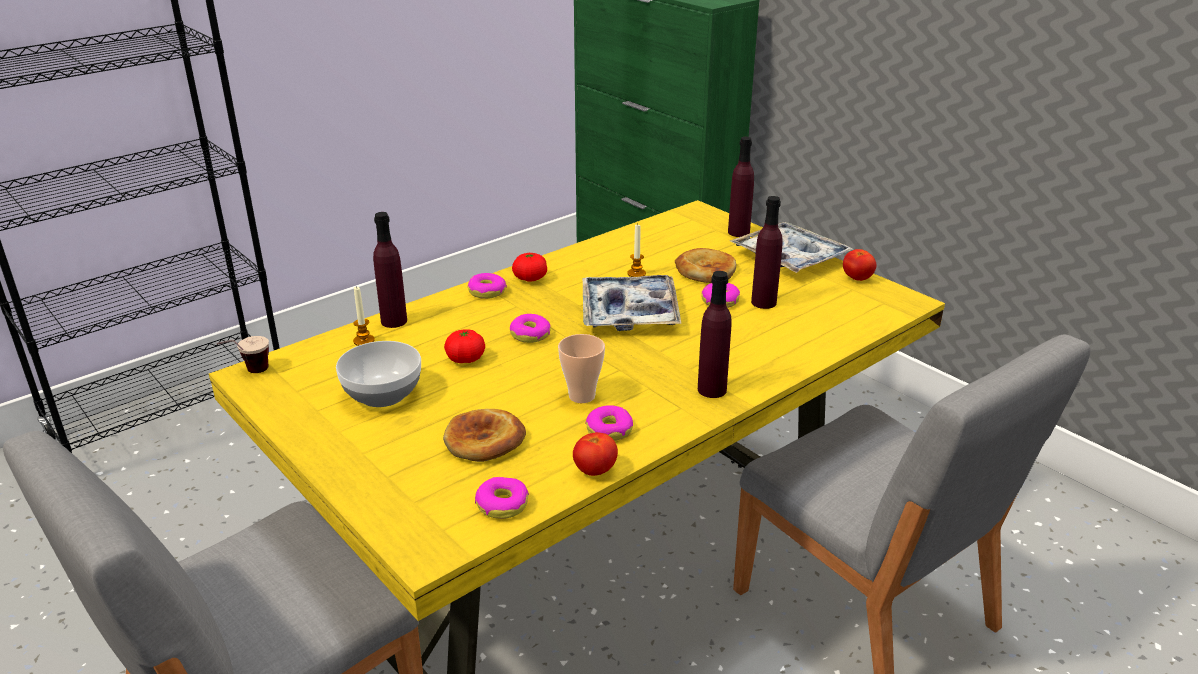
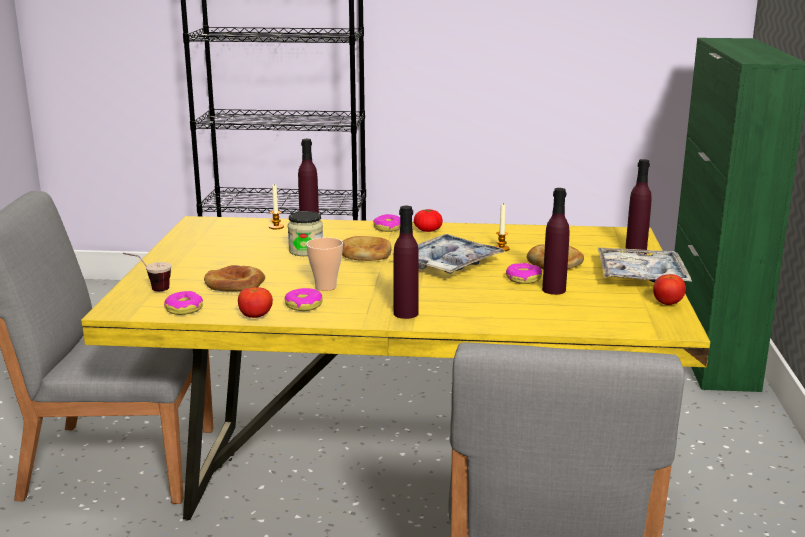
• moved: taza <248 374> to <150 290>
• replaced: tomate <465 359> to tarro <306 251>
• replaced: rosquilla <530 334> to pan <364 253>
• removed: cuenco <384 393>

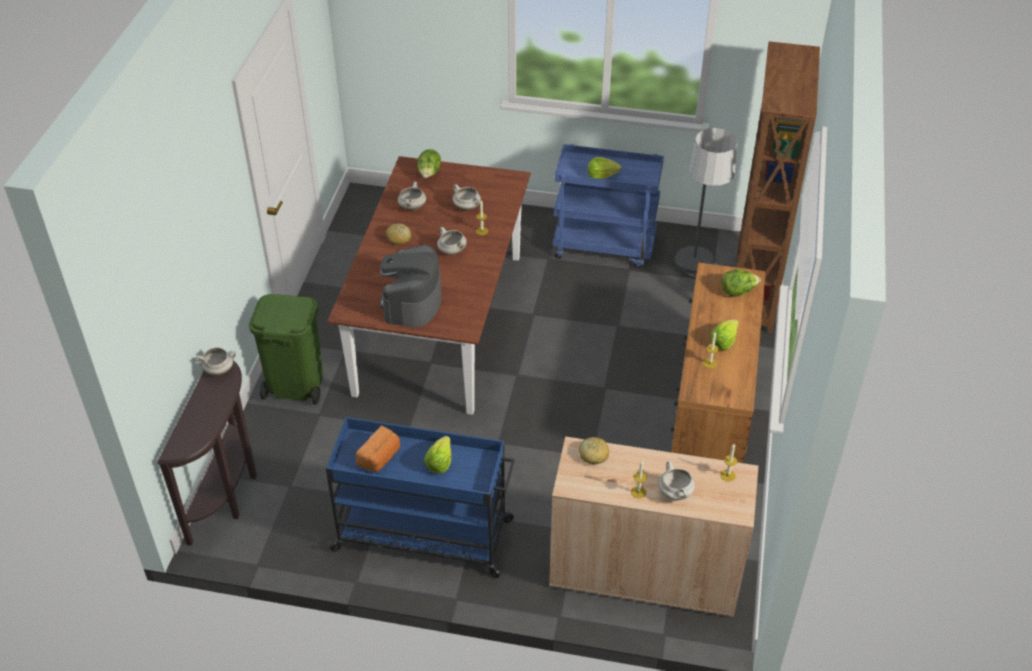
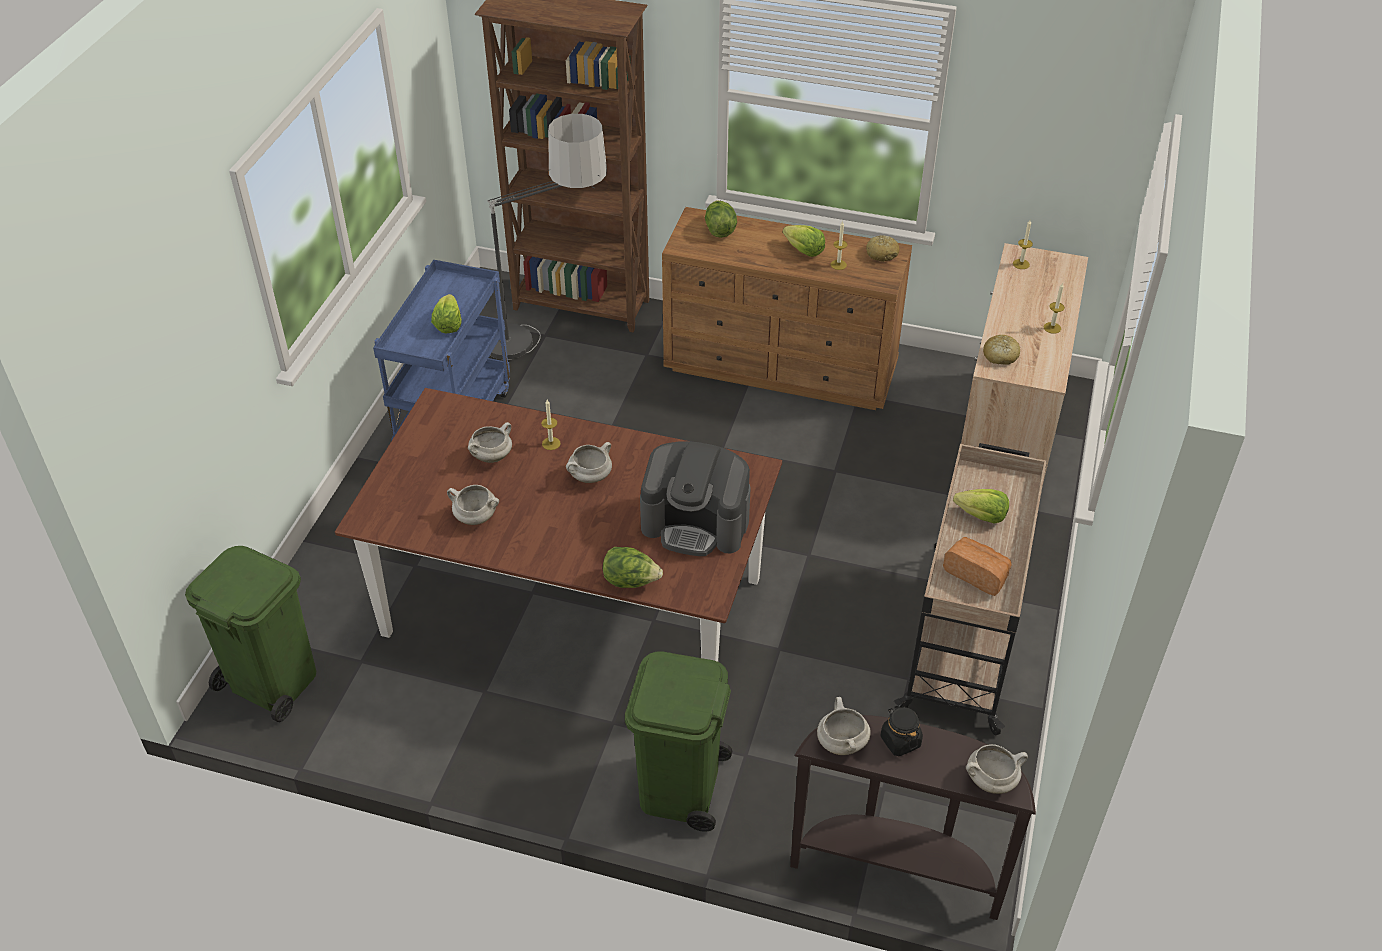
• added: papelera [verde] <271 680>
• moved: lechuga <429 174> to <631 581>
• moved: pan <399 238> to <882 254>
• added: tarro [negro] <900 741>
• recoloured: carrito [azul] <425 535> to carrito [beis] <964 635>
• moved: olla [blanco] <676 493> to <991 780>

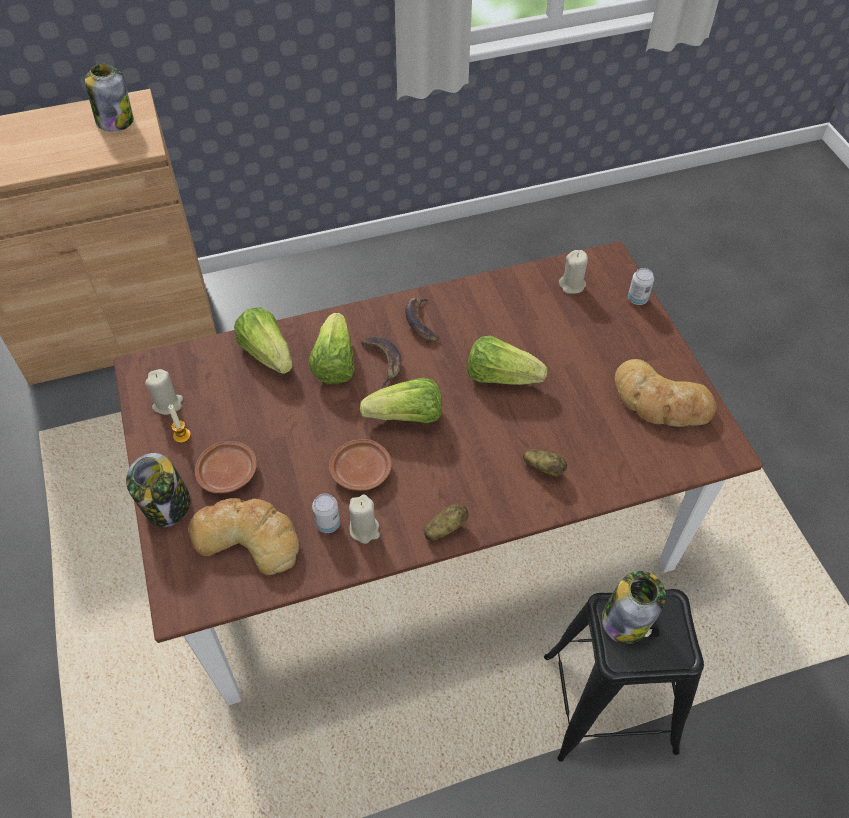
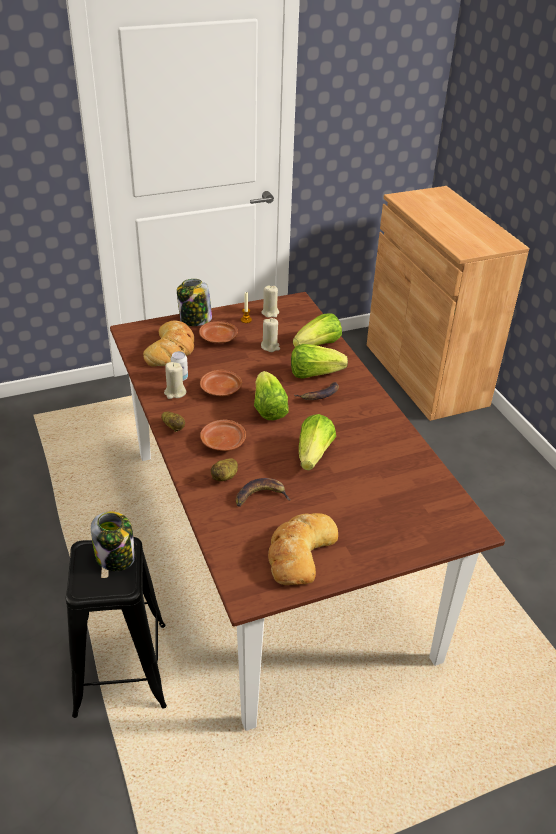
• added: plato [marrón] <223 441>
• moved: plátano <421 322> to <261 496>
• moved: vela [beis] <572 285> to <270 346>
• removed: tarro <115 120>
• removed: lata <637 299>

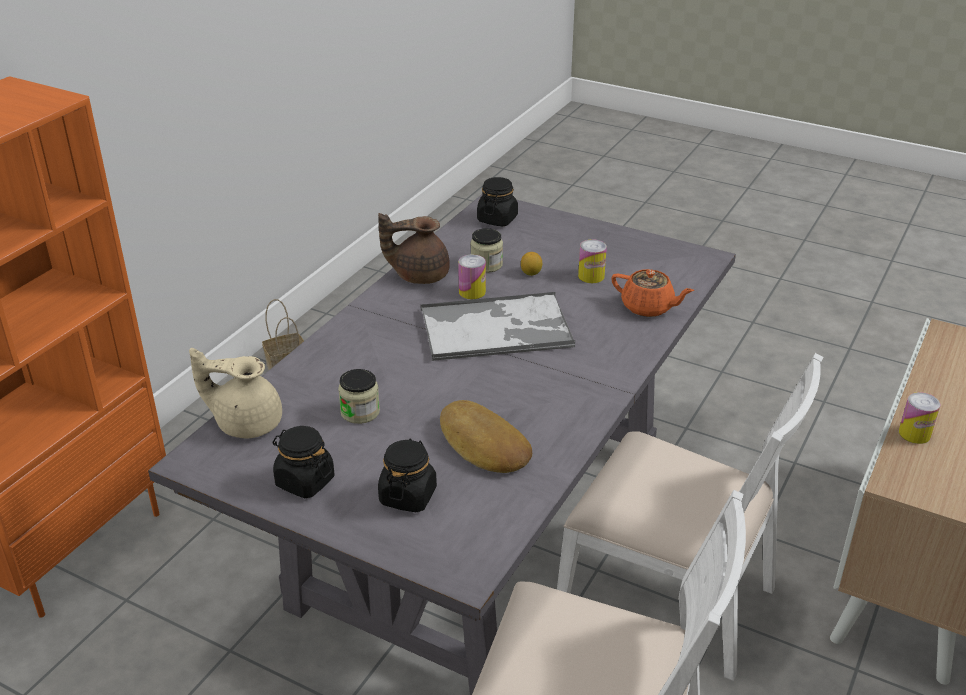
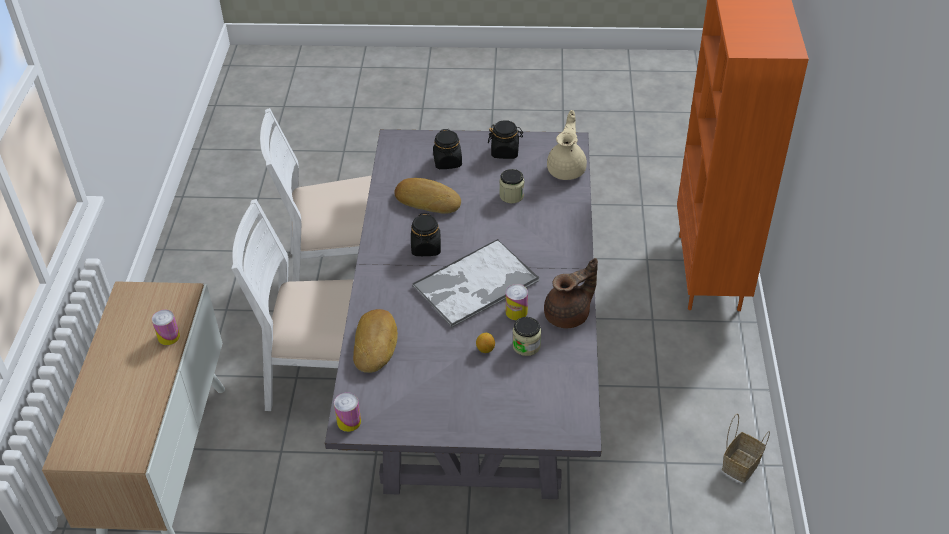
• moved: lata <591 276> to <349 422>
• replaced: tetera [naranja] <648 307> to pan <376 344>
• moved: tarro [negro] <497 219> to <426 248>
• turned: tetera [beis] <246 422> = <567 169> 60 degrees counterclockwise

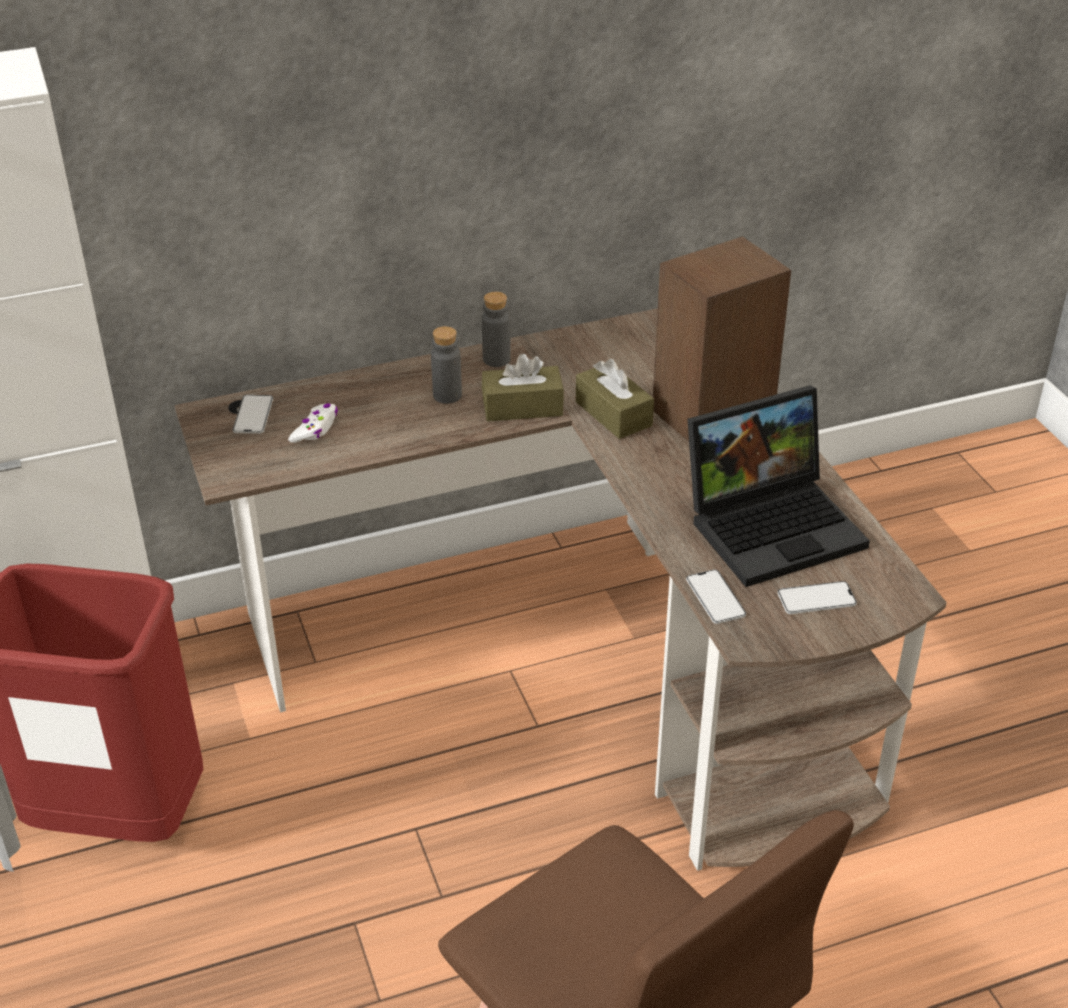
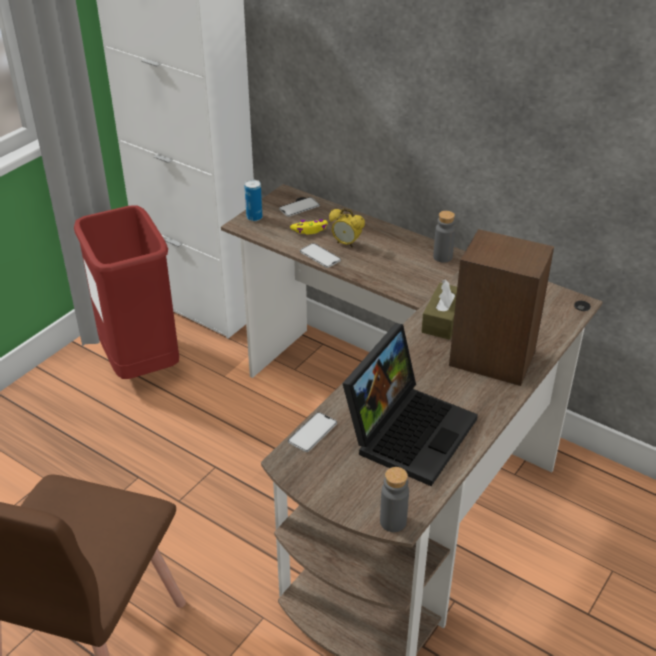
• added: lata <254 217>
• recoloured: mando de consola [blanco] <315 429> to mando de consola [amarillo] <310 230>
• moved: móvil <816 598> to <320 256>
• added: despertador <346 244>
• turned: portátil <774 524> = <409 430> 90 degrees counterclockwise
• moved: botella [gris] <447 395> to <393 522>
• removed: caja de pañuelos [marrón] <522 407>

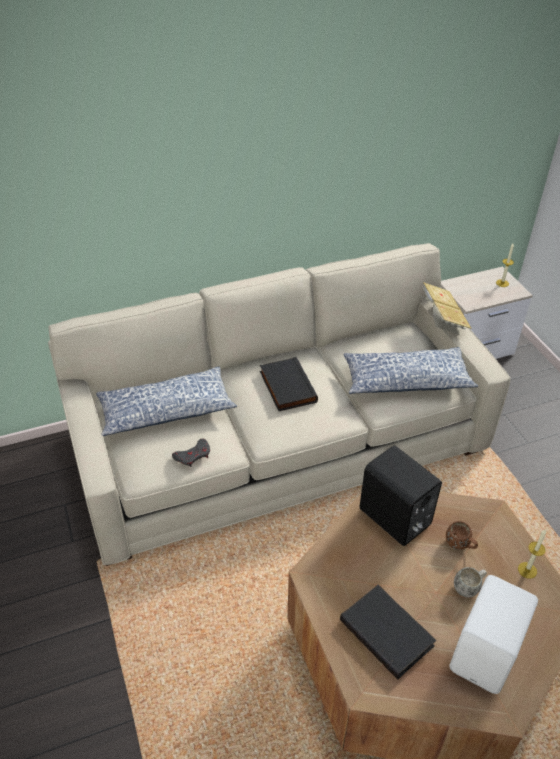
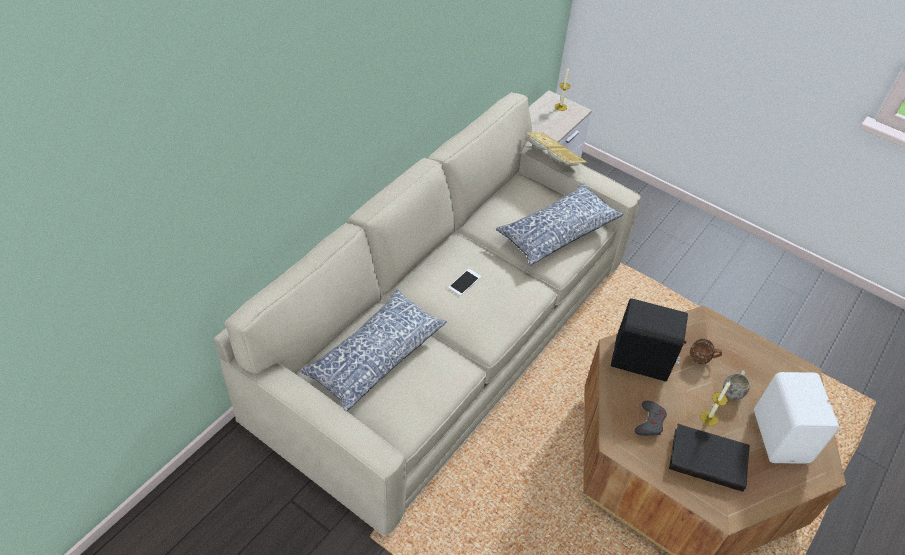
• replaced: libro [negro] <286 387> to móvil <464 282>
• moved: mando de consola [gris] <193 455> to <650 422>
• moved: vela <527 570> to <709 418>

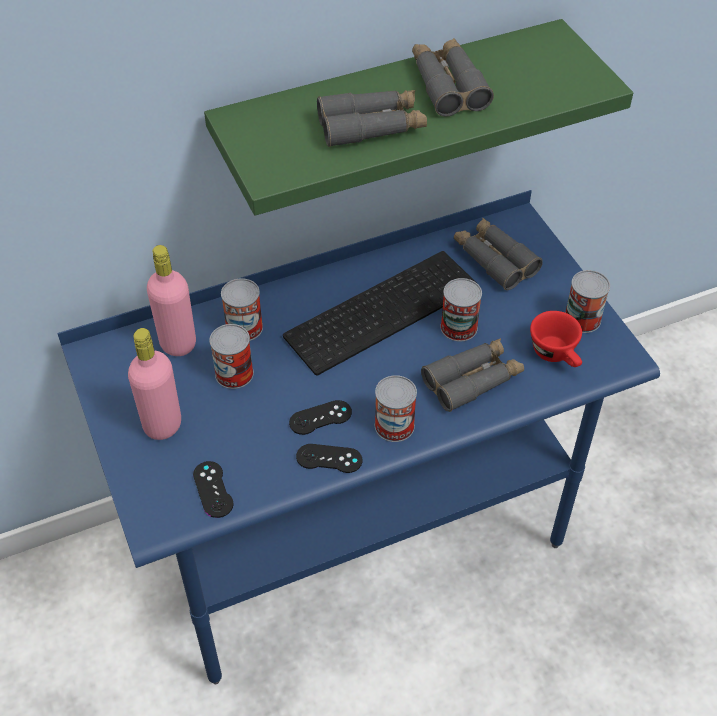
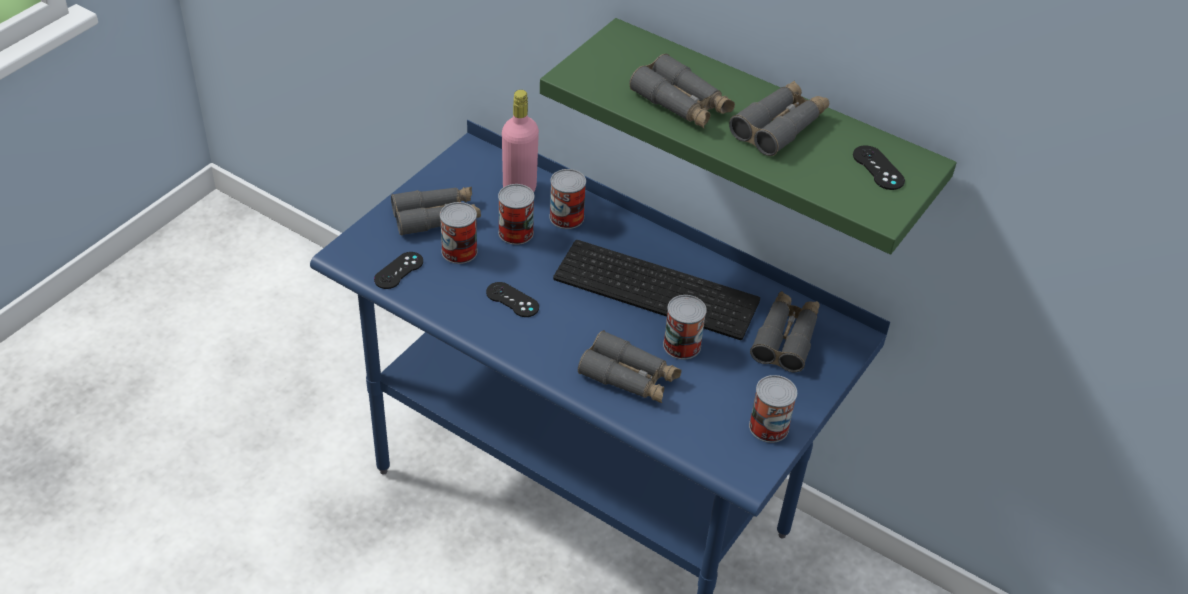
• replaced: botella [rosa] <162 425> to prismáticos [gris] <436 217>
• moved: lata <394 425> to <459 251>
• moved: mando de consola [negro] <329 458> to <878 168>
• removed: taza [rojo] <557 355>

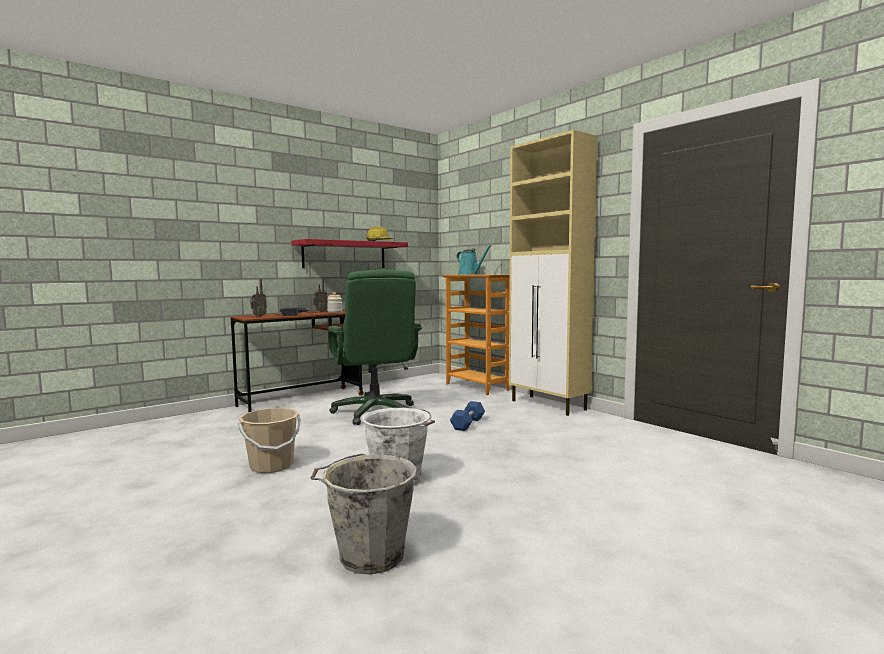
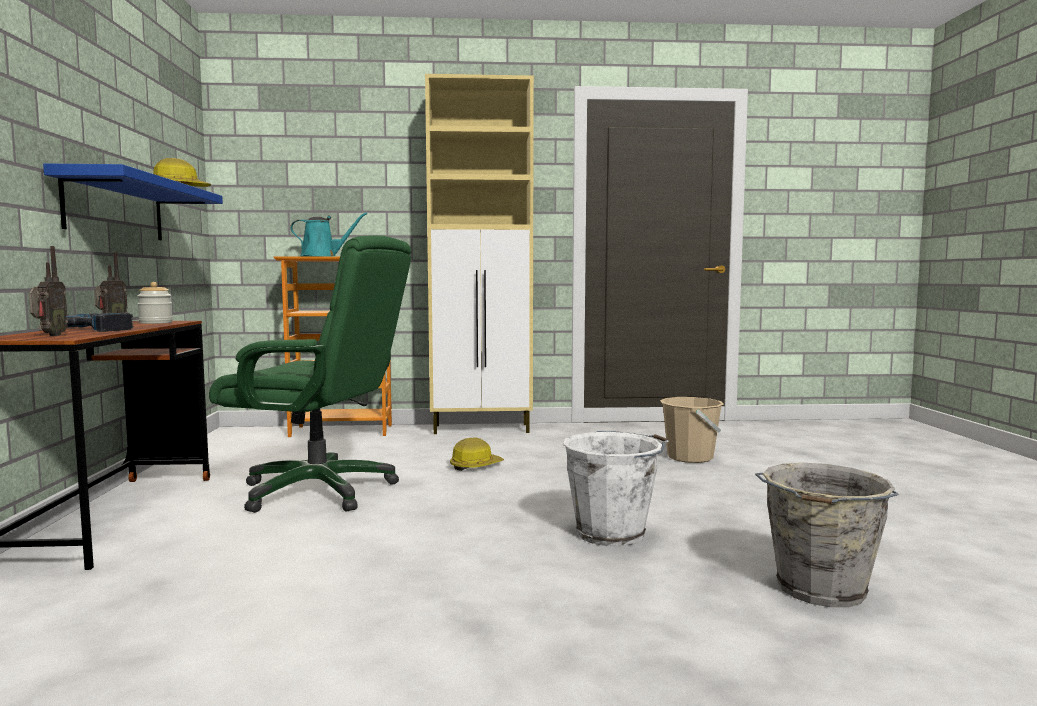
• recoloured: estante [rojo] <344 255> to estante [azul] <115 208>
• replaced: mancuerna [azul] <468 424> to casco <475 466>
• moved: cubo [beis] <271 466> to <690 457>

